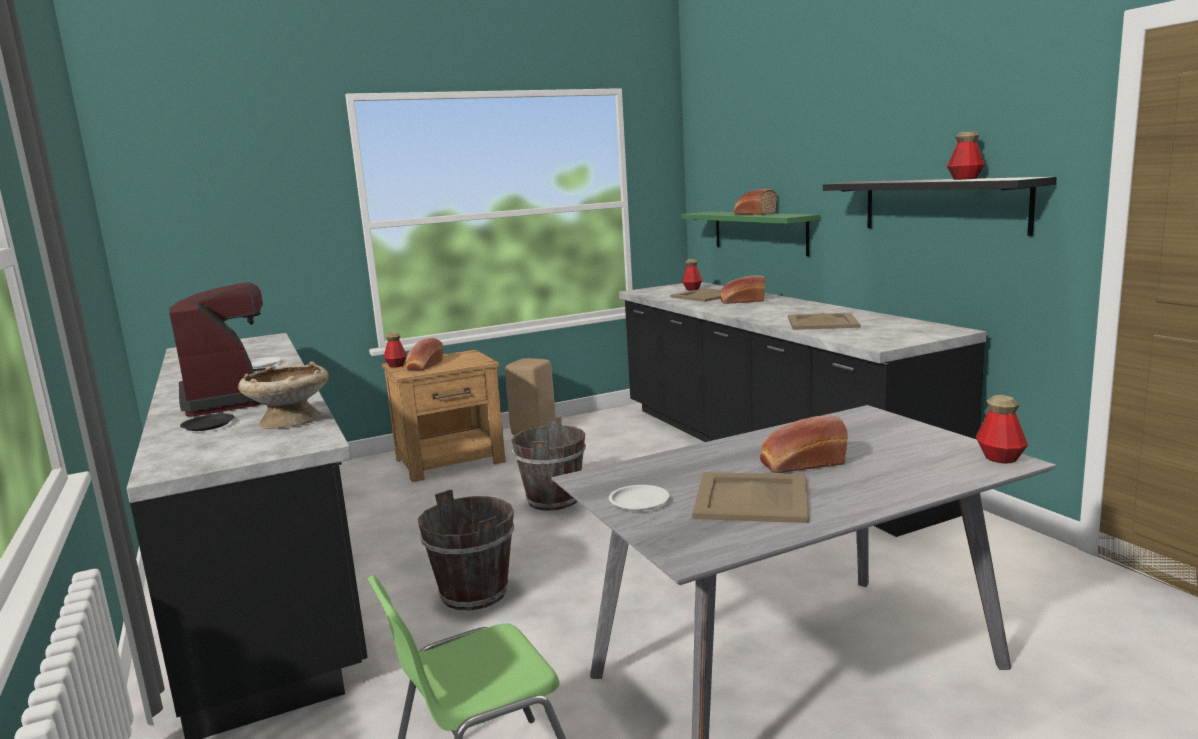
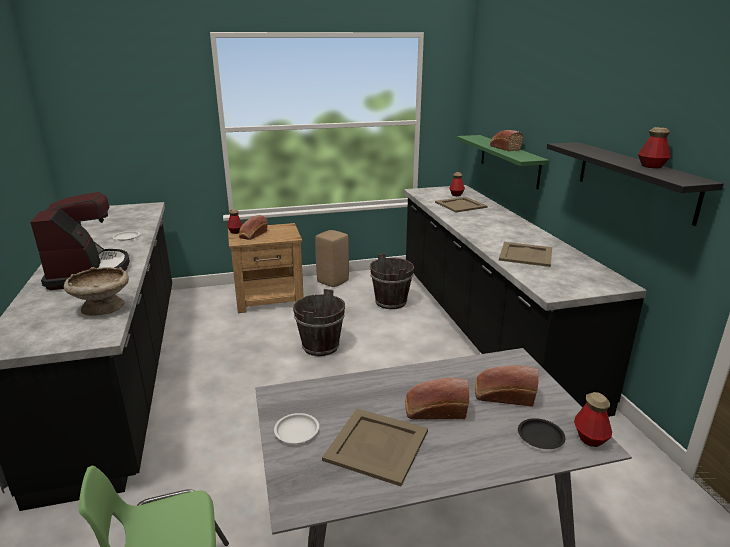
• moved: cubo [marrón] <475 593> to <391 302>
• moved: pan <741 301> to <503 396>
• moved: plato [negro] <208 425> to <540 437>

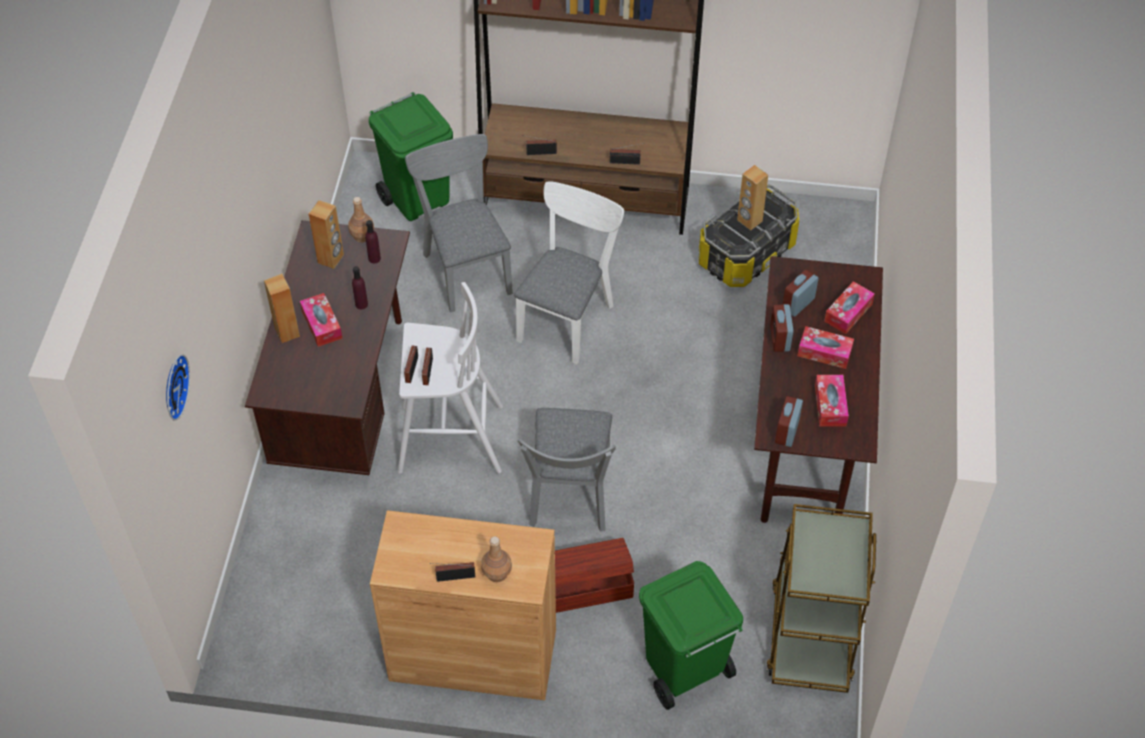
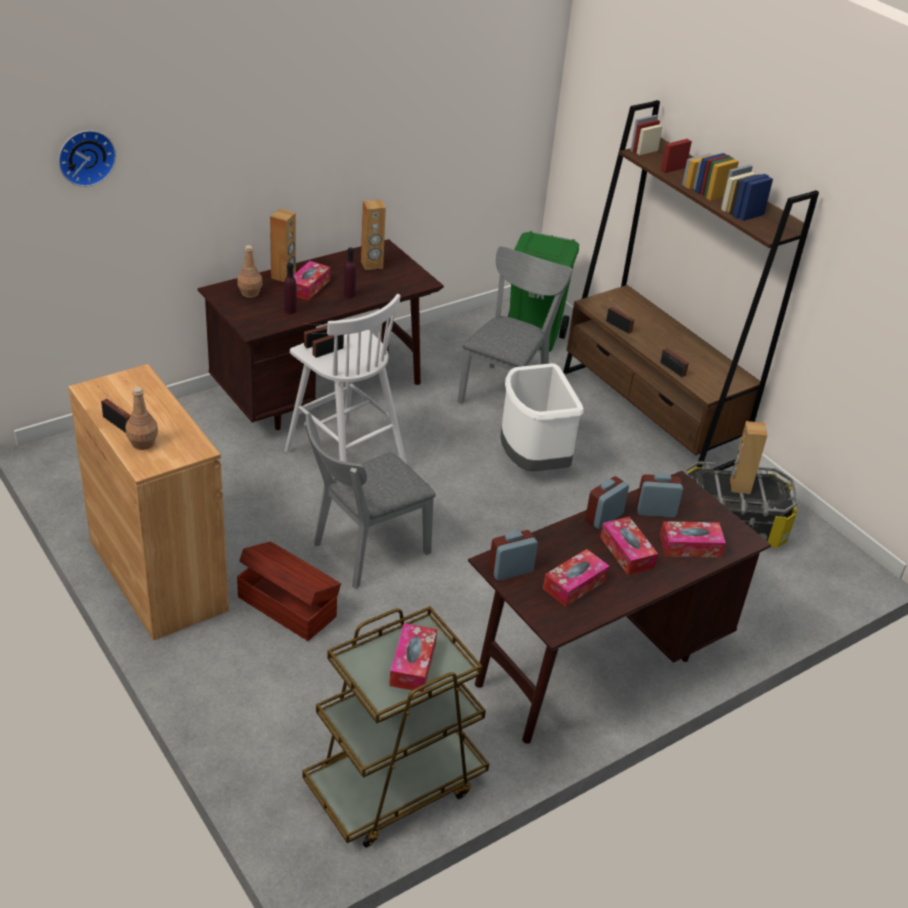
• moved: botella [marrón] <362 236> to <250 293>
• moved: botella [morado] <374 258> to <290 311>
• added: caja de pañuelos <413 664>
• replaced: silla [blanco] <568 317> to papelera [blanco] <532 462>
• removed: papelera [verde] <683 671>

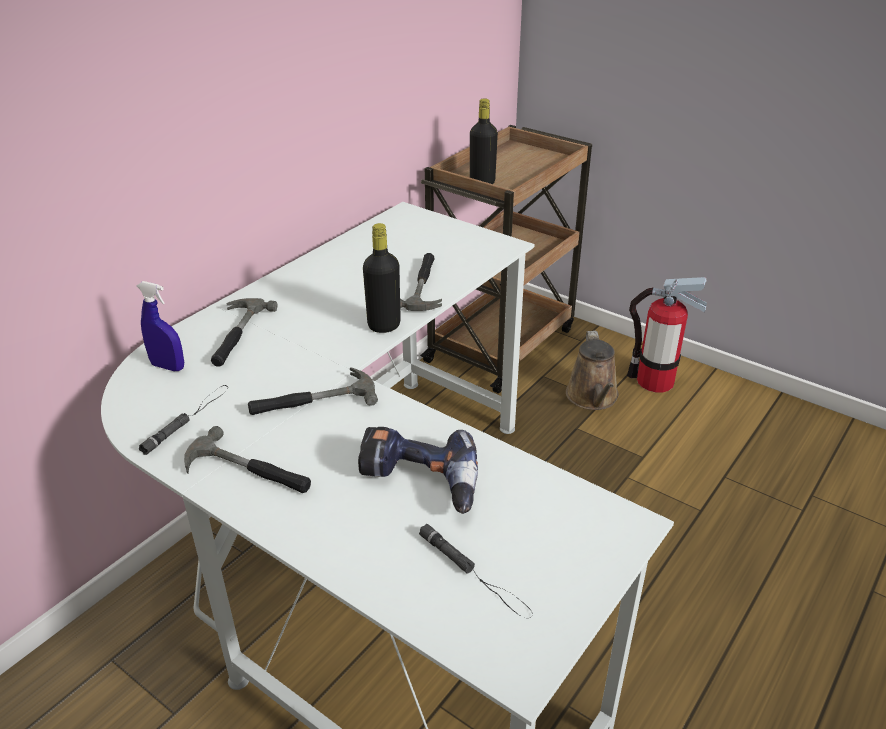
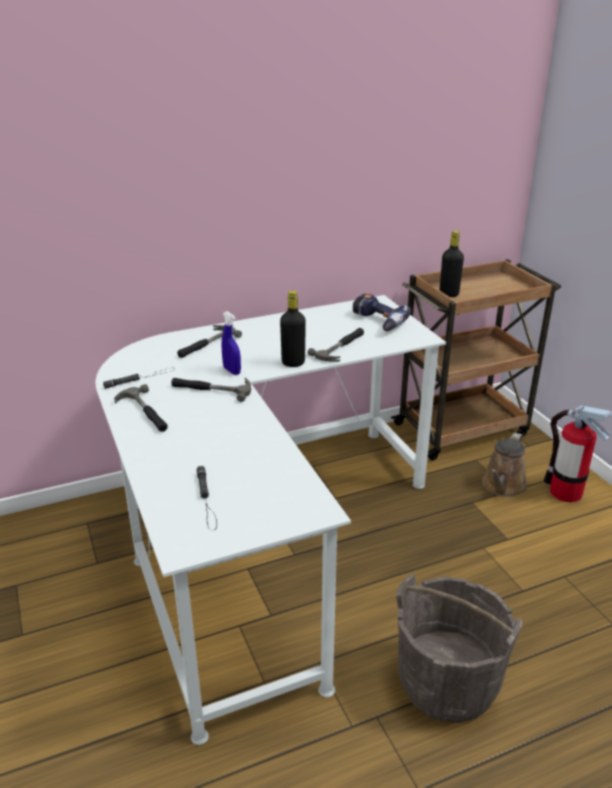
• moved: pulverizador [azul] <168 366> to <232 371>
• moved: taladro <418 483> to <377 322>
• added: cubo [gris] <447 682>

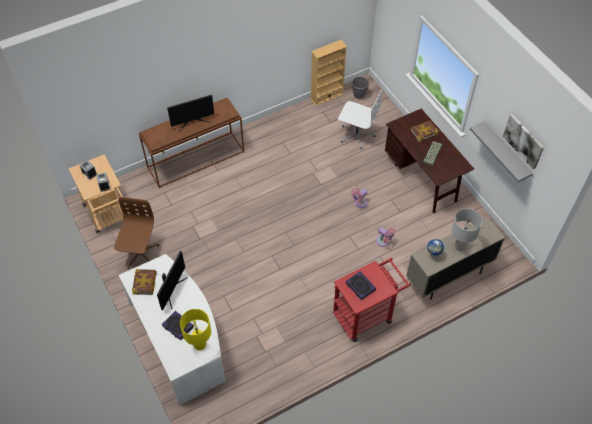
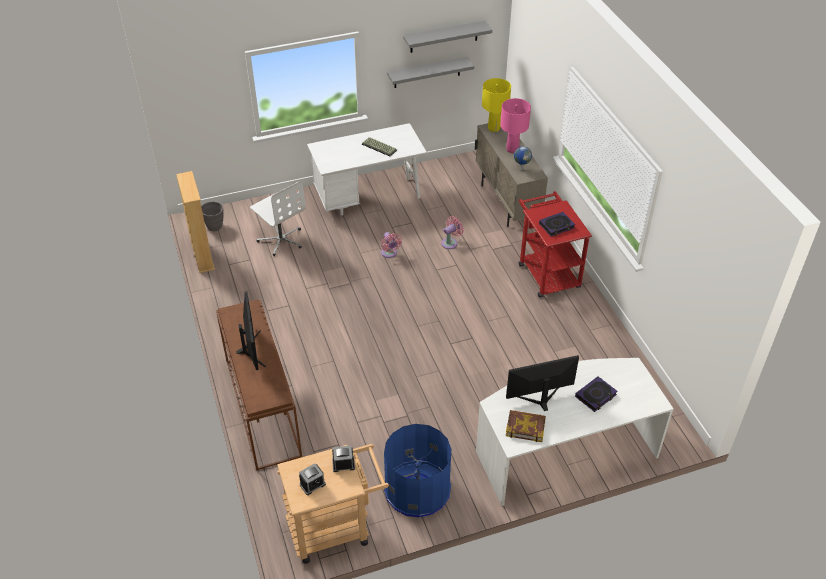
• turned: silla de oficina [blanco] <356 135> = <281 239> 105 degrees clockwise
• recoloured: escritorio [marrón] <422 178> to escritorio [blanco] <368 198>
• replaced: silla de oficina [marrón] <139 253> to papelera [azul] <417 489>
• replaced: cuadro <523 141> to estante [gris] <444 37>
• moved: lámpara de mesa [amarillo] <200 345> to <493 128>
• recoloured: lámpara de mesa [gris] <460 246> to lámpara de mesa [rosa] <512 149>
• turned: monitor <172 290> = <540 398> 45 degrees counterclockwise
• removed: libro <423 132>

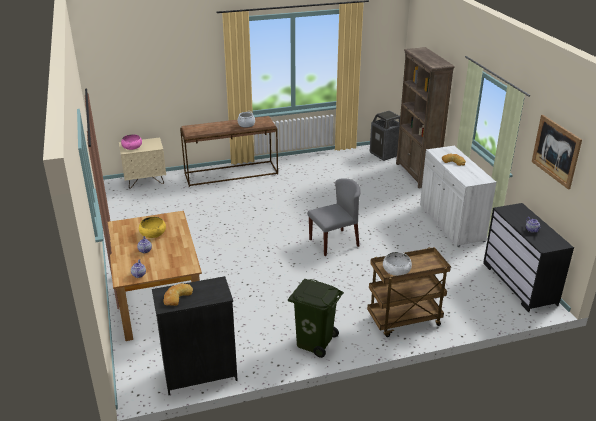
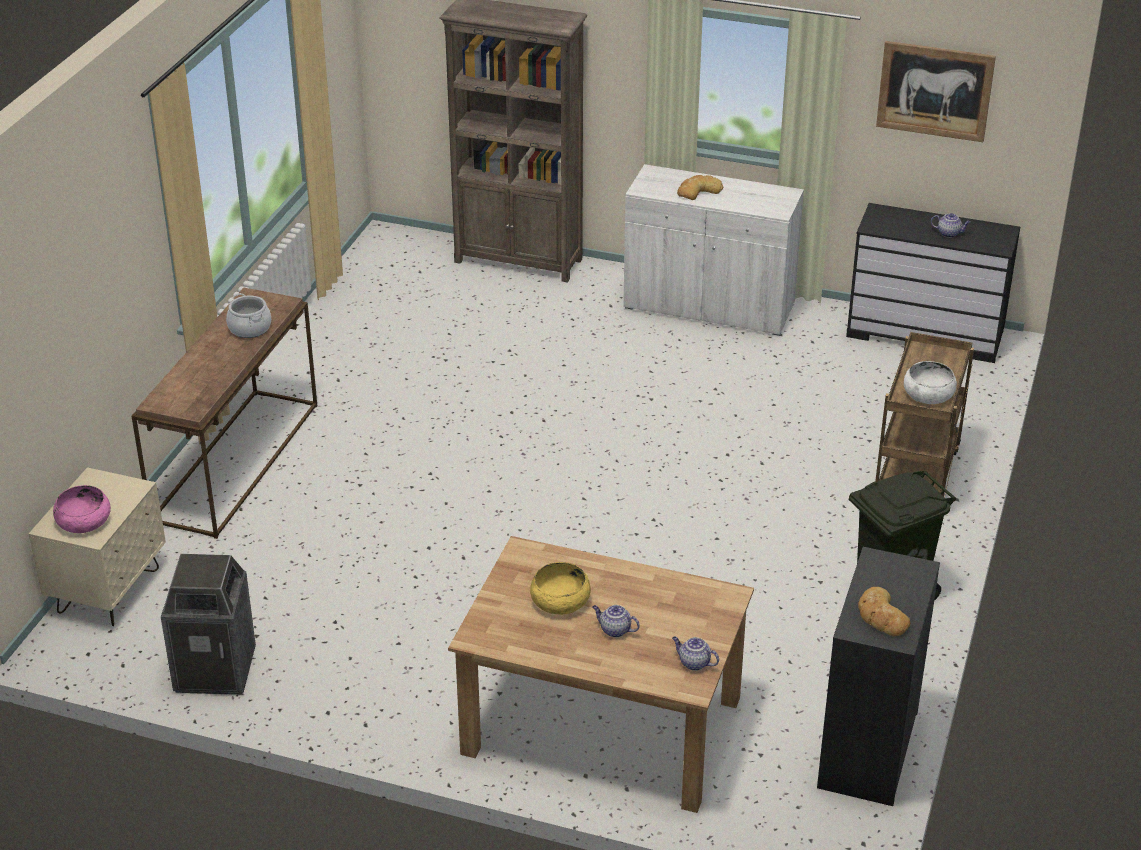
• moved: papelera <385 154> to <216 670>
• removed: silla [gris] <334 242>

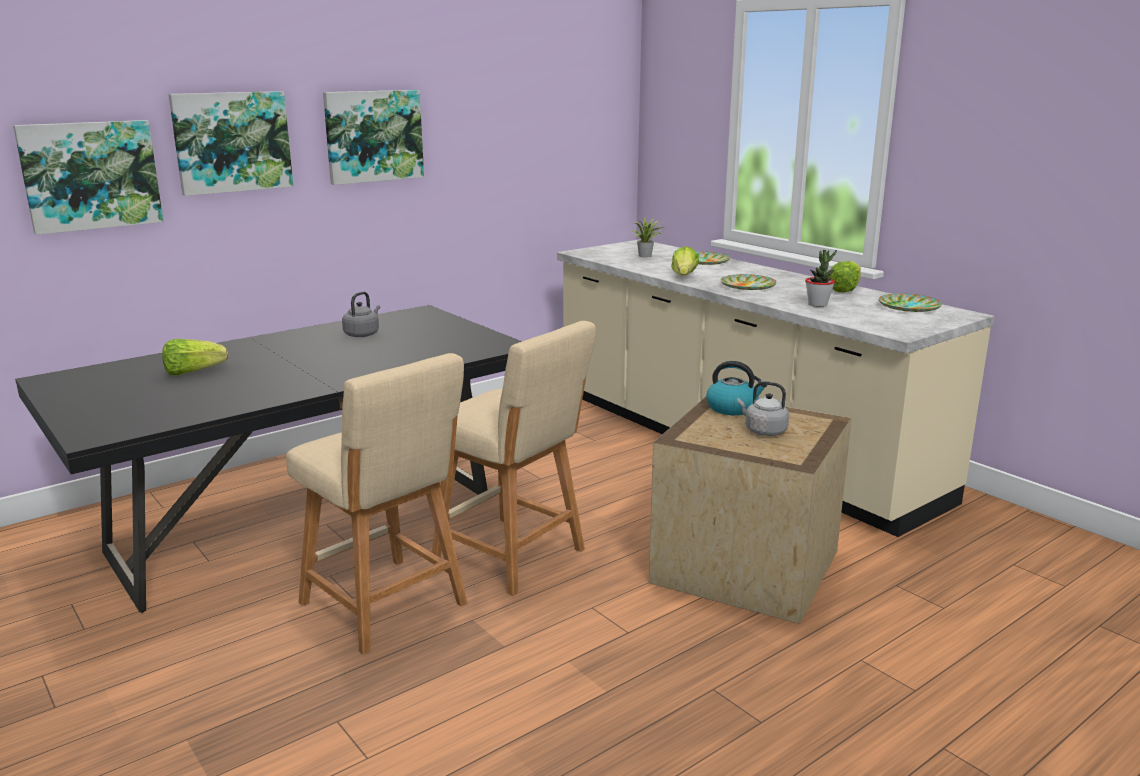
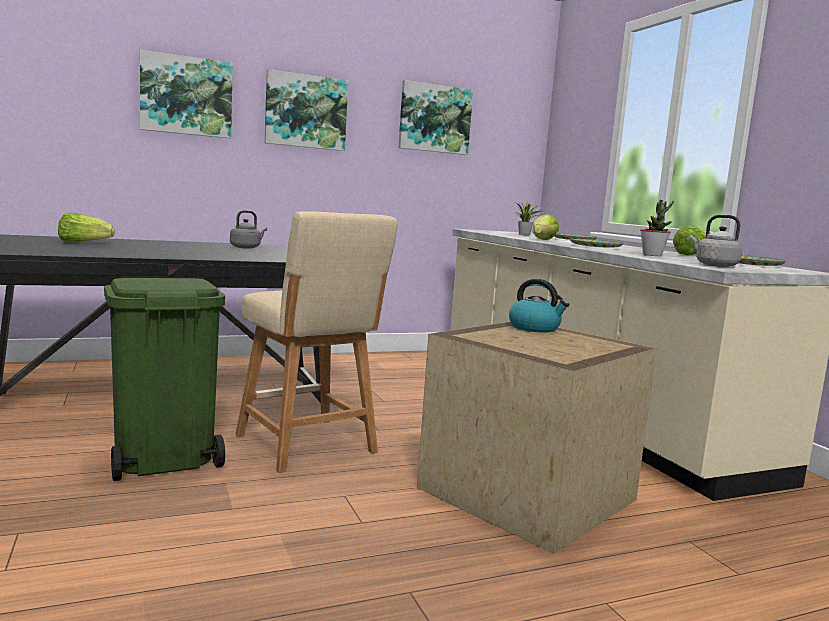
• replaced: taburete [beis] <387 607> to papelera [verde] <162 459>
• moved: cuadro <91 175> to <434 118>
• moved: hervidor [gris] <763 431> to <714 265>

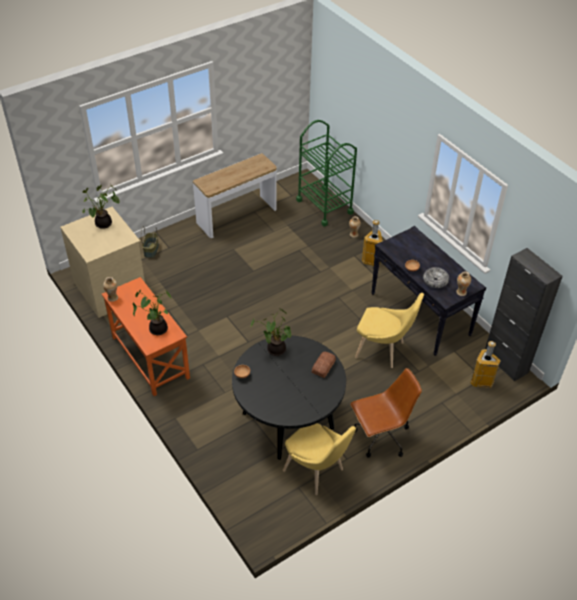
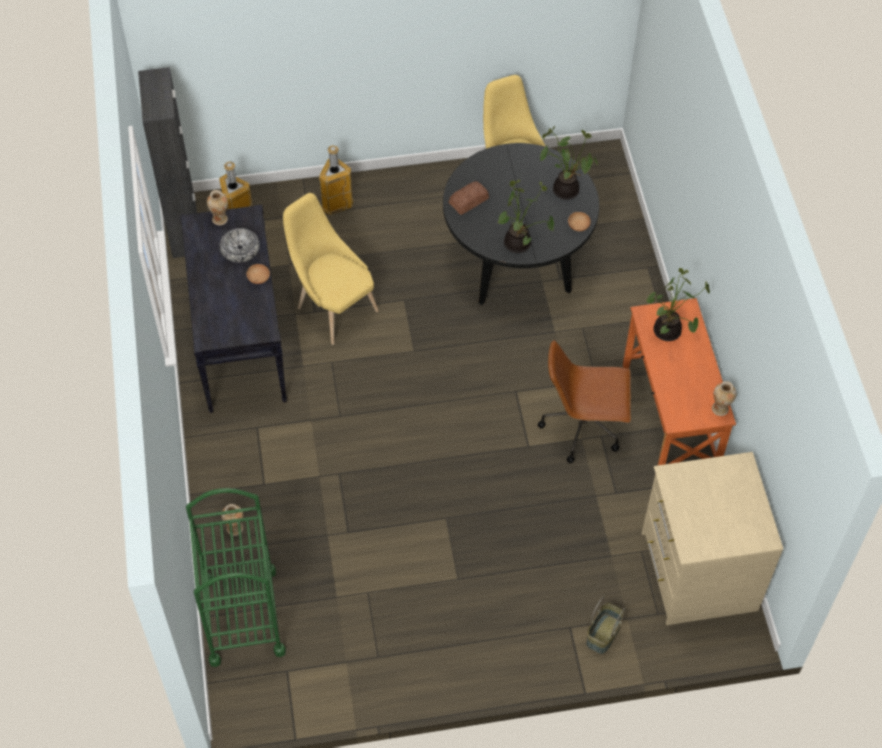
• moved: papelera <371 260> to <336 205>
• moved: silla de oficina [marrón] <380 437> to <583 427>
• moved: planta en maceta <103 224> to <566 189>
• removed: mesa consola <237 216>

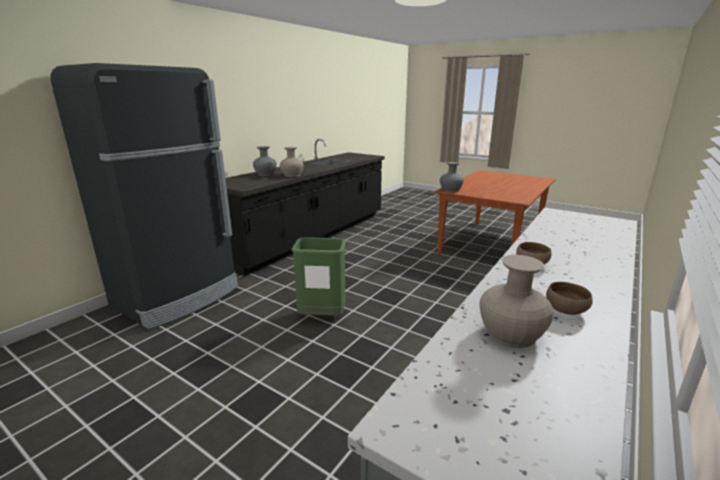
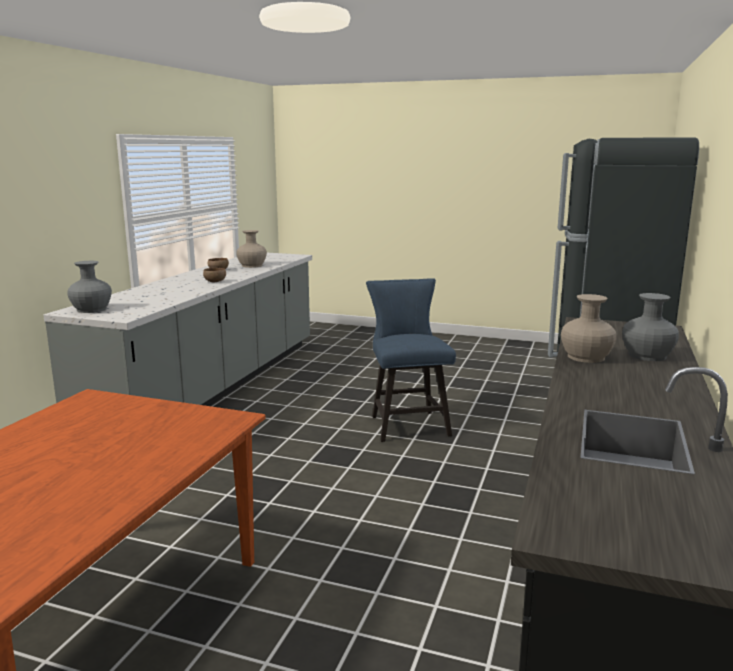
• moved: florero [gris] <450 190> to <91 309>
• replaced: papelera [verde] <321 317> to silla [azul] <407 423>

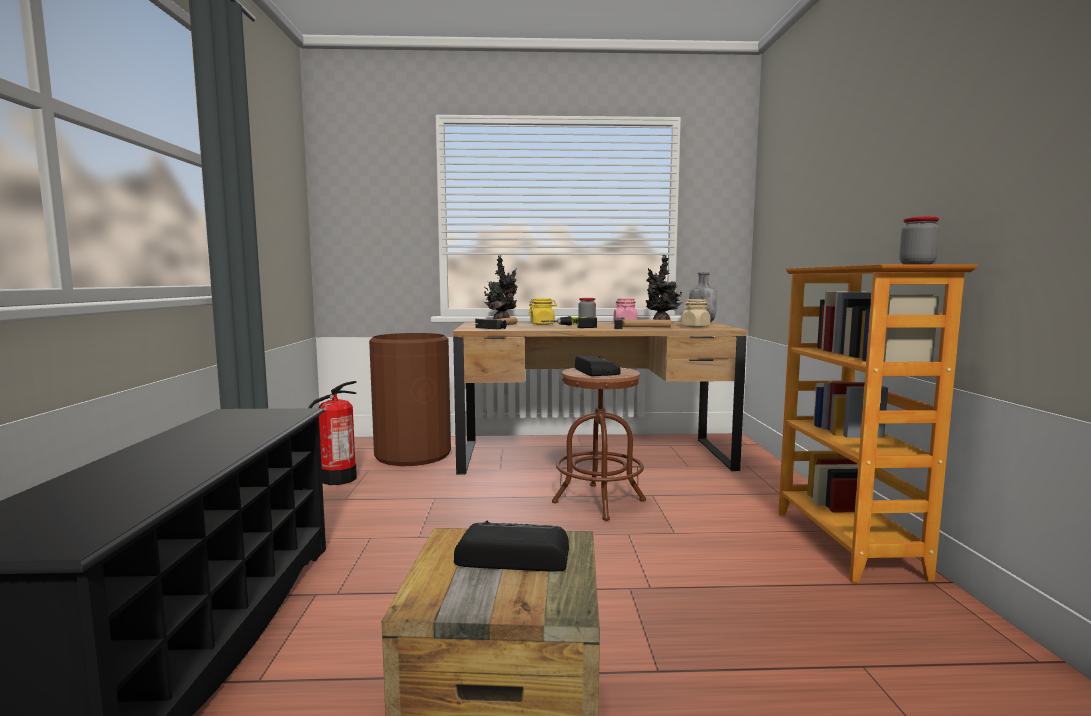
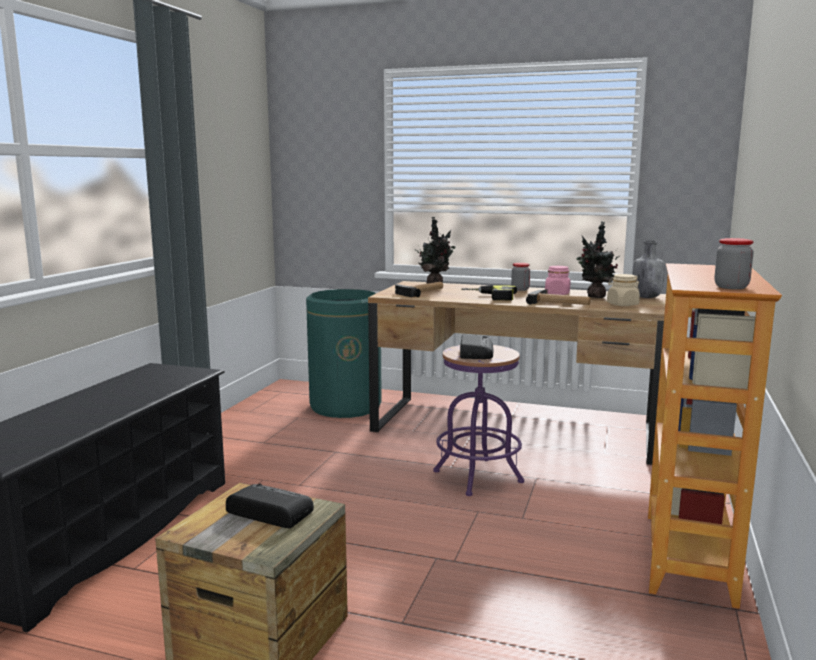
• recoloured: papelera [marrón] <413 454> to papelera [verde] <345 406>
• recoloured: taburete [marrón] <599 502> to taburete [morado] <478 477>
• removed: extintor <338 479>
• removed: tarro [amarillo] <542 324>

